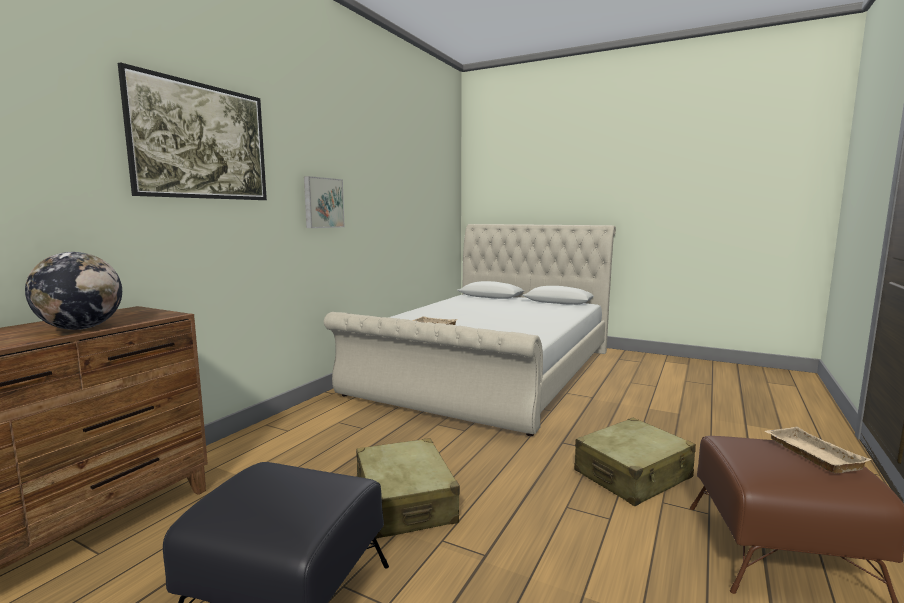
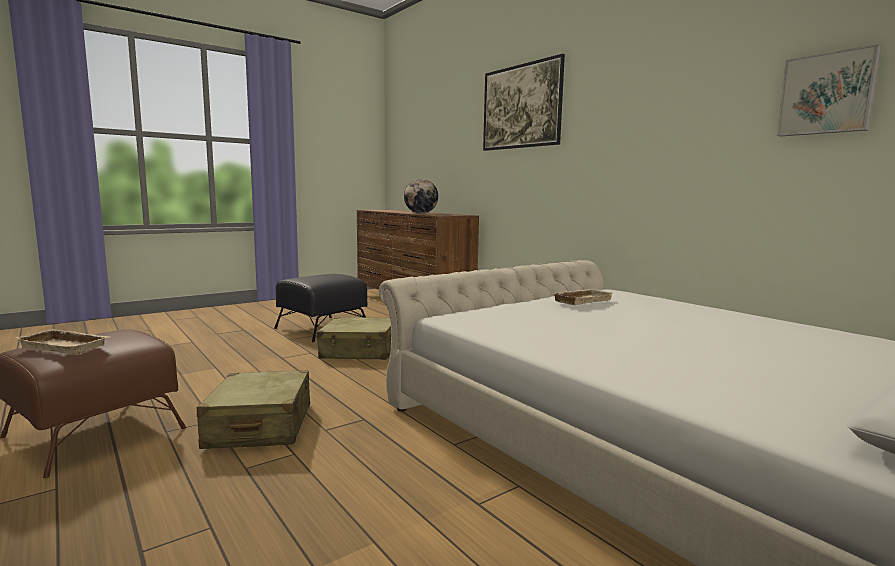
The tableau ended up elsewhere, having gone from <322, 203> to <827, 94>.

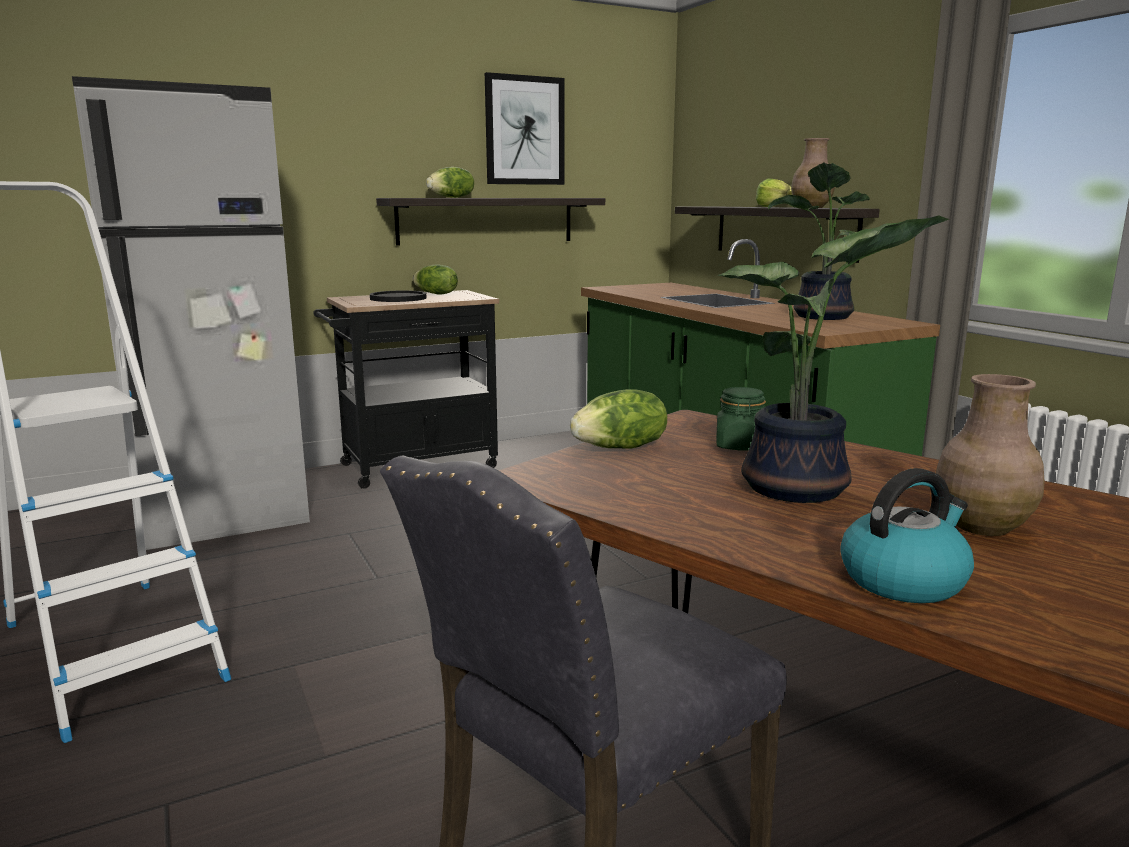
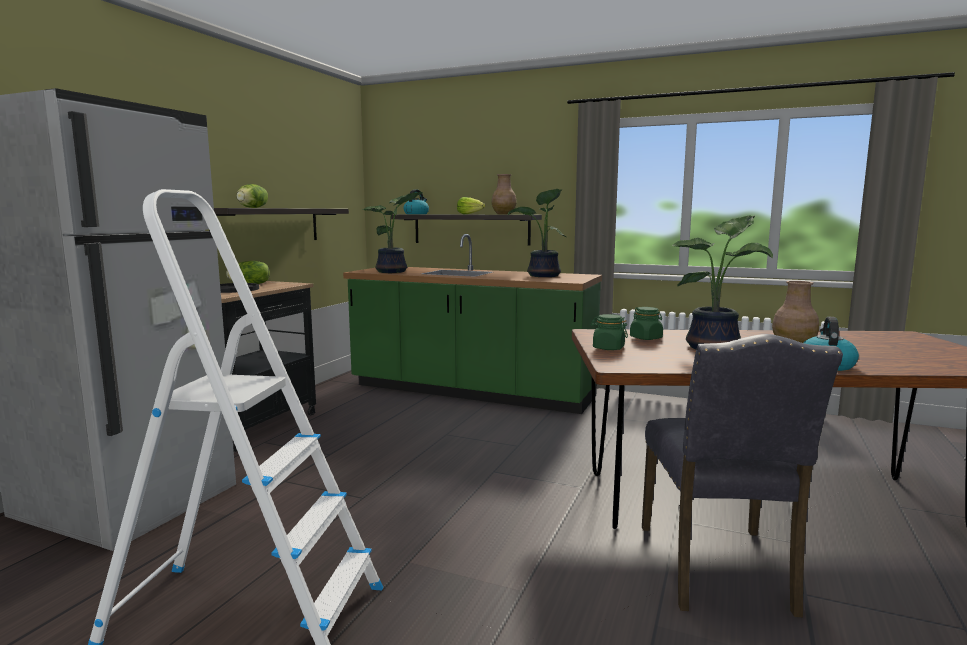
The second view gained the plante en pot at <393, 271>.
The second view gained the bouilloire at <416, 214>.
Where the laitue stood at <621, 448>, the bocal/vert came to stand at <608, 348>.
The second view lost the tableau at <524, 131>.

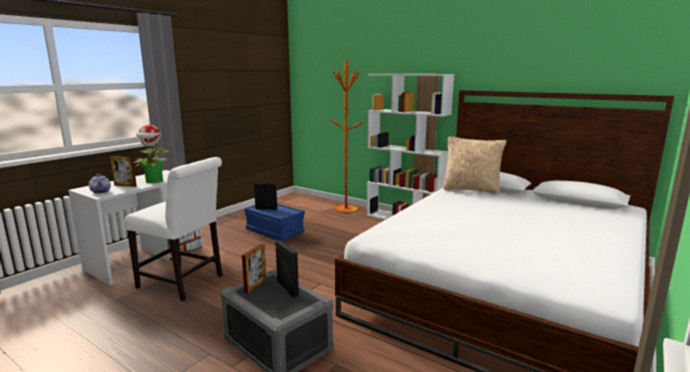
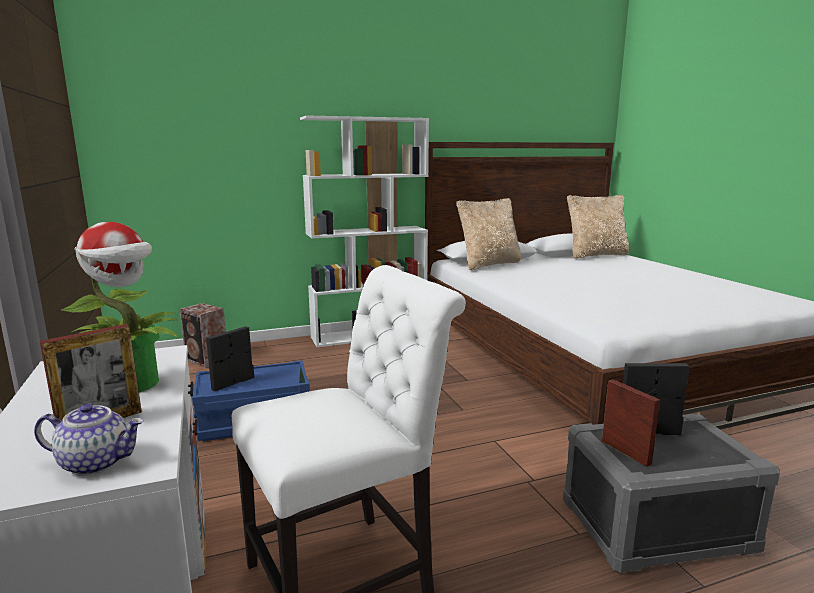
The second view gained the enceinte at <207, 360>.
The second view gained the coussin/beige at <596, 256>.
The second view lost the portant/orange at <346, 209>.

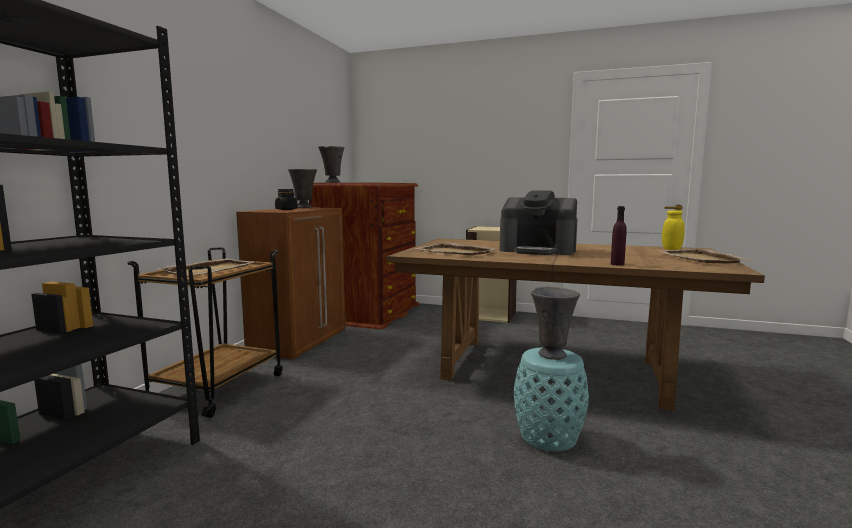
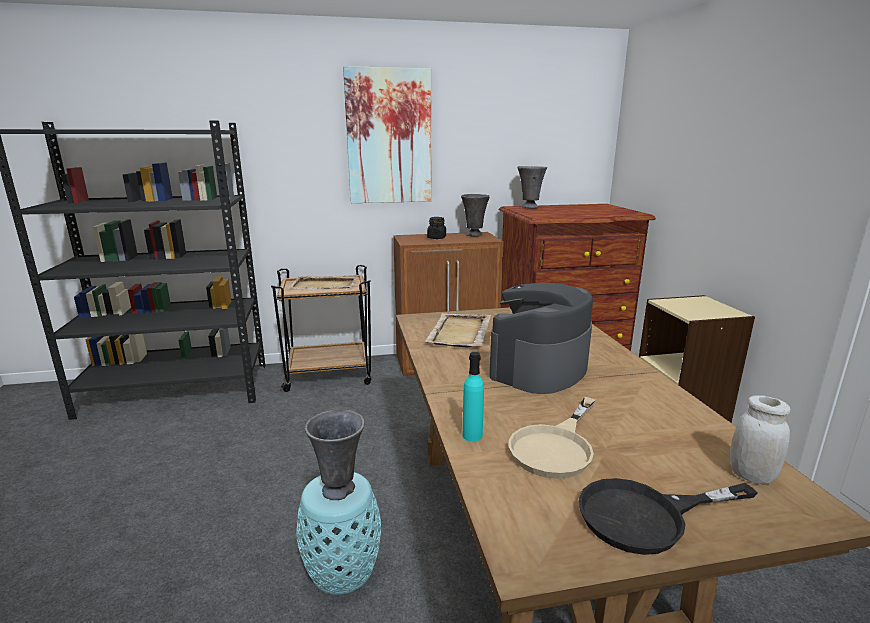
The second view gained the tableau at <389, 137>.
What was the bouteille/violet at <617, 264> turned into the bouteille/turquoise at <472, 435>.
The machine à café at <538, 250> ended up facing another way, 45 degrees clockwise from before.
The second view gained the poêle/beige at <556, 446>.
Where the plateau/beige stood at <701, 259>, the poêle/noir came to stand at <647, 516>.
What was the bocal/jaune at <671, 249> turned into the bocal/blanc at <751, 475>.

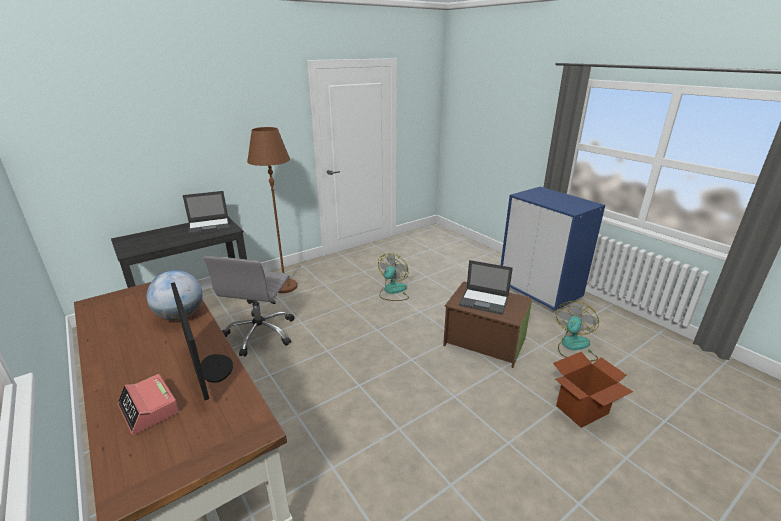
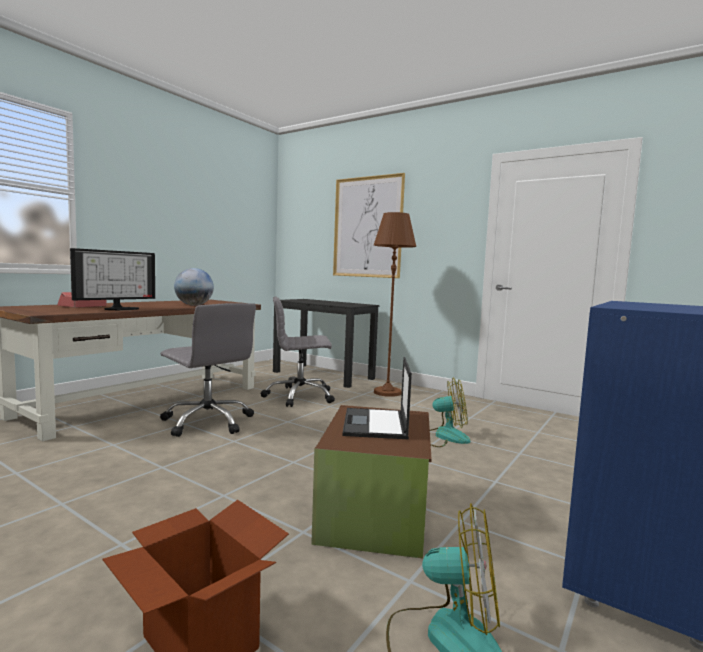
The second view gained the chaise de bureau/gris at <208, 422>.
The second view gained the tableau at <367, 227>.
The second view lost the ordinateur portable at <210, 226>.

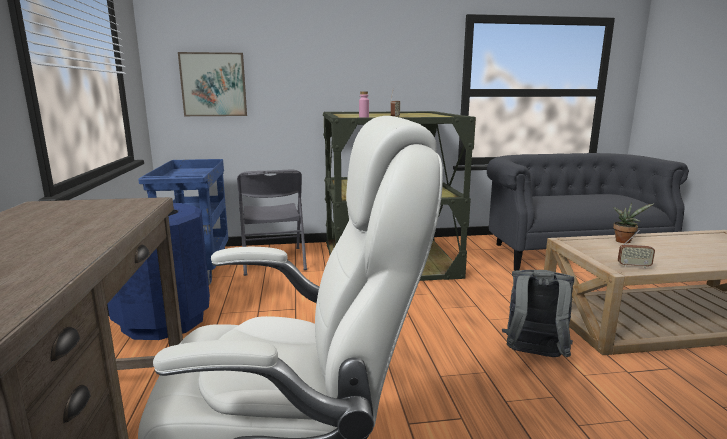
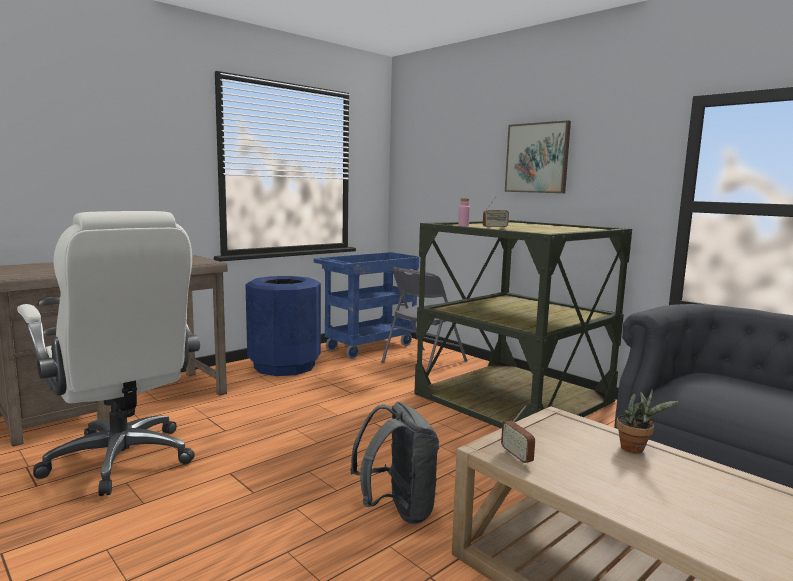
The tableau ended up elsewhere, having gone from <213, 84> to <537, 158>.

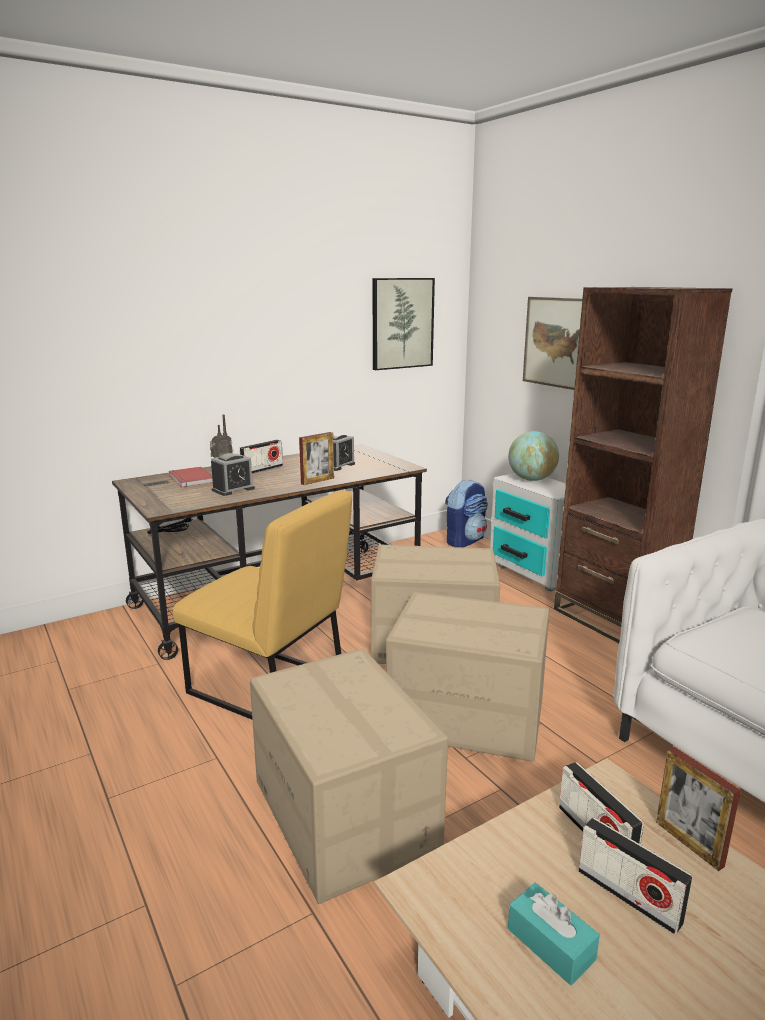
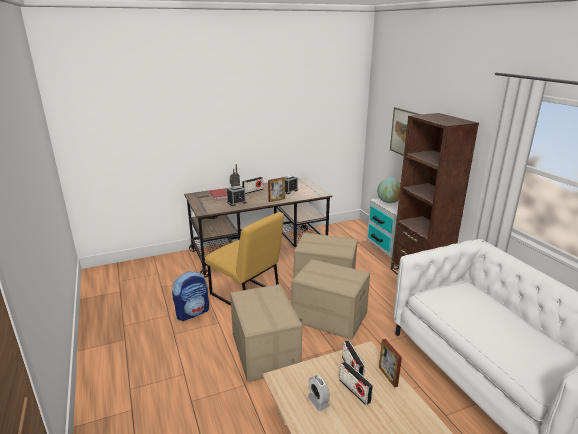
The sac à dos ended up elsewhere, having gone from <465, 540> to <193, 312>.
Where the boîte à mouchoirs/turquoise stood at <550, 944>, the réveil came to stand at <318, 401>.
The second view lost the tableau at <402, 323>.

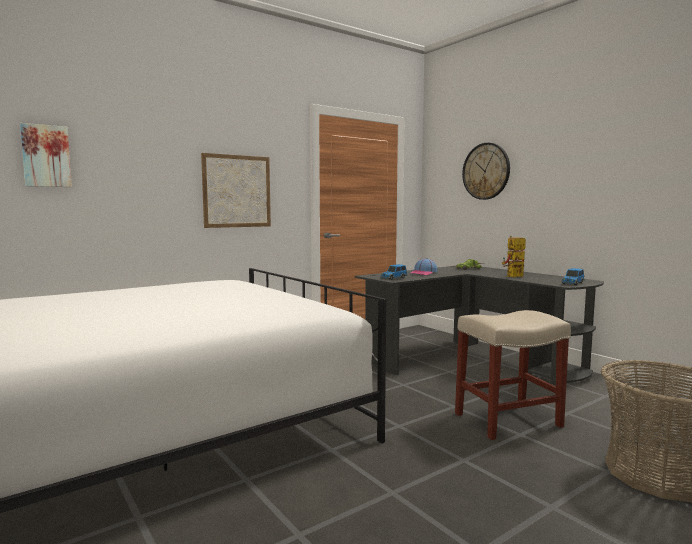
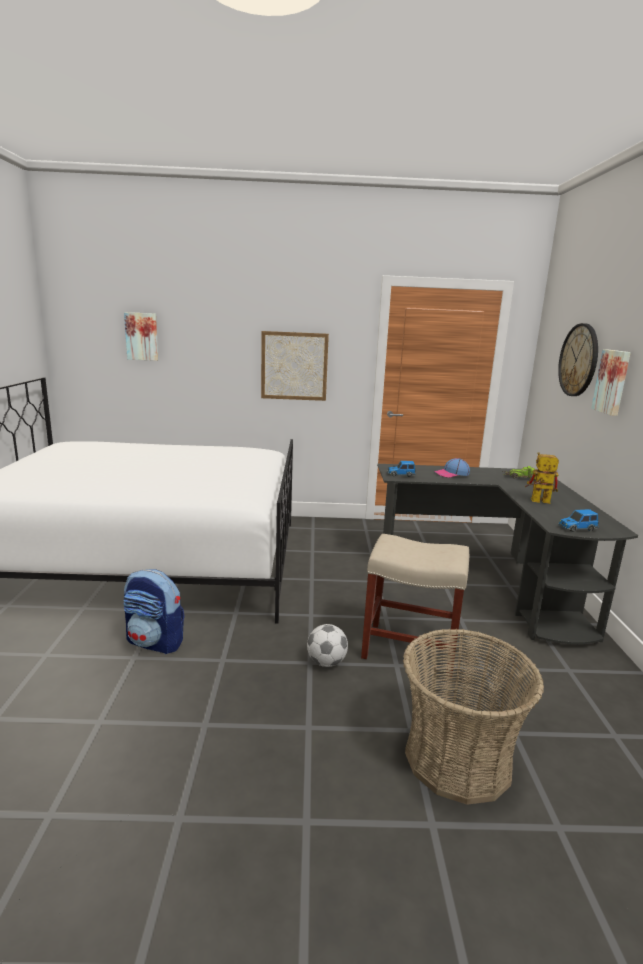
The second view gained the sac à dos at <155, 642>.
The second view gained the ballon de foot at <326, 662>.
The second view gained the tableau at <612, 382>.

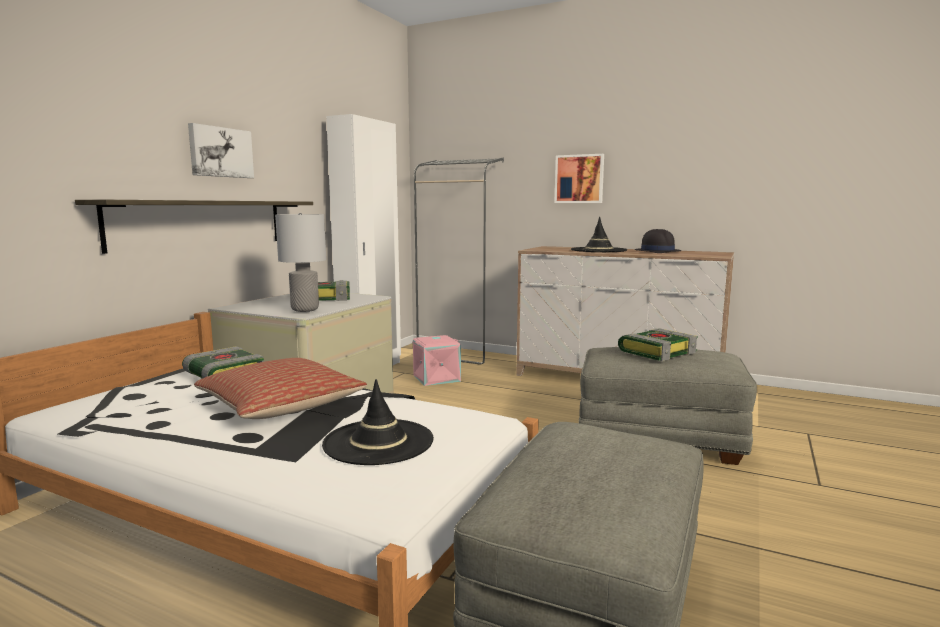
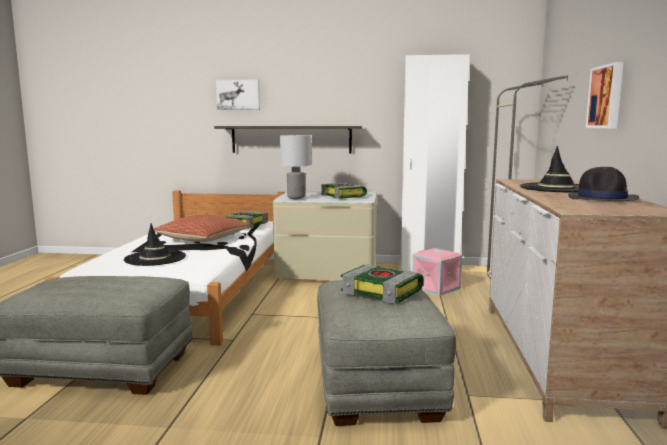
The tableau ended up elsewhere, having gone from <220, 152> to <238, 95>.

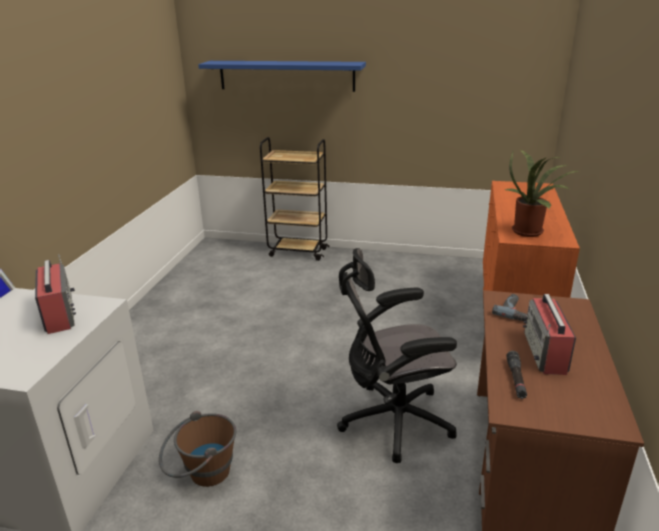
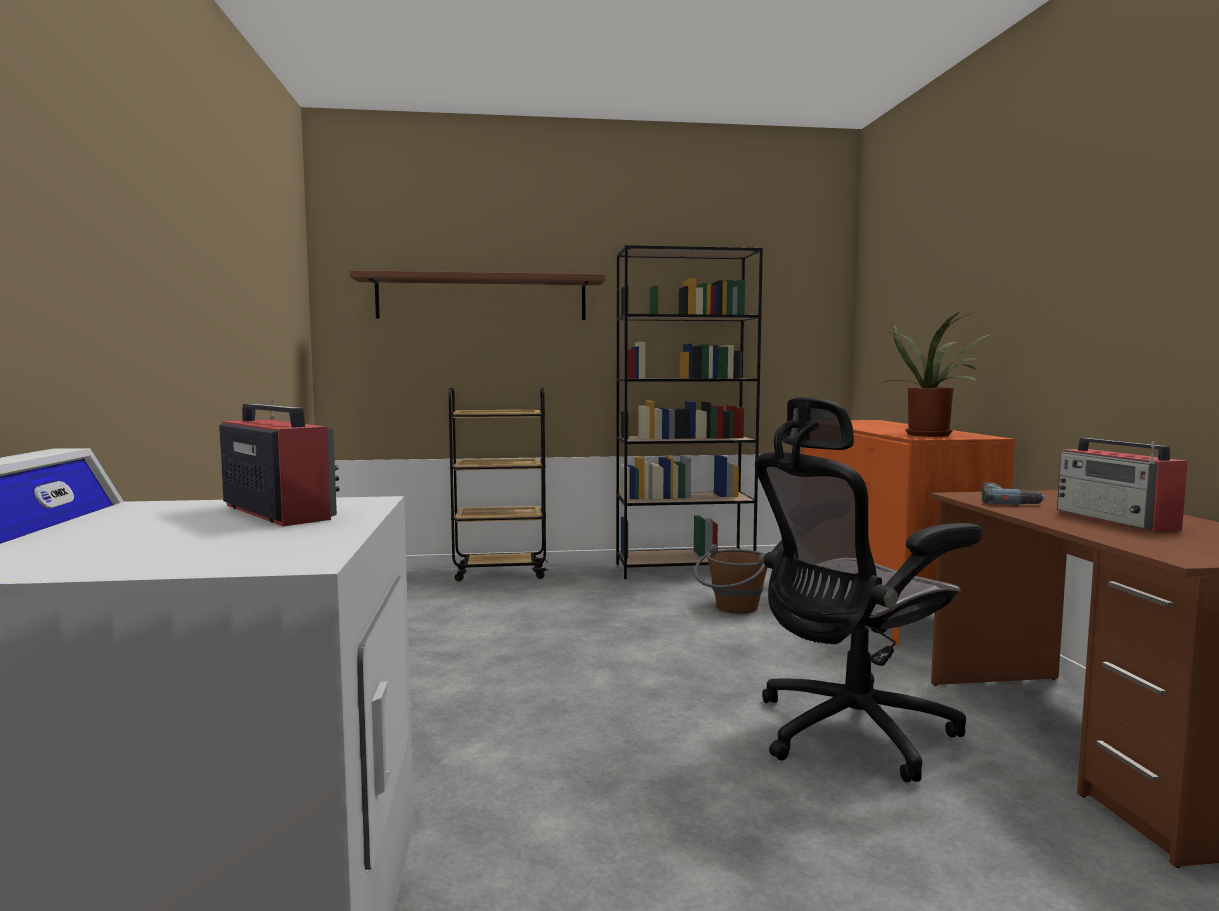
What was the étagère/bleu at <286, 75> turned into the étagère/marron at <482, 298>.
The second view gained the bibliothèque/beige at <684, 569>.
The seau/marron ended up elsewhere, having gone from <202, 475> to <732, 609>.
The second view lost the lampe de poche/noir at <516, 379>.

